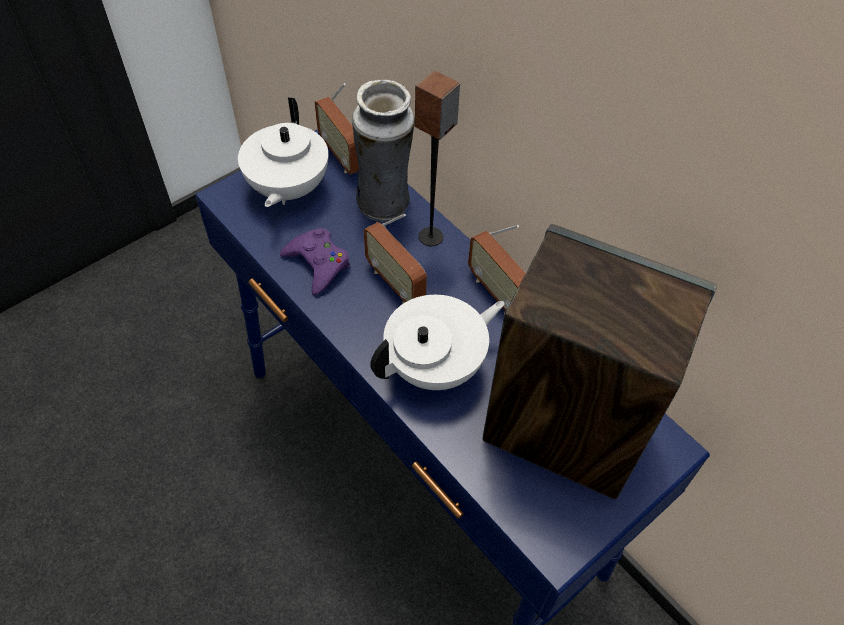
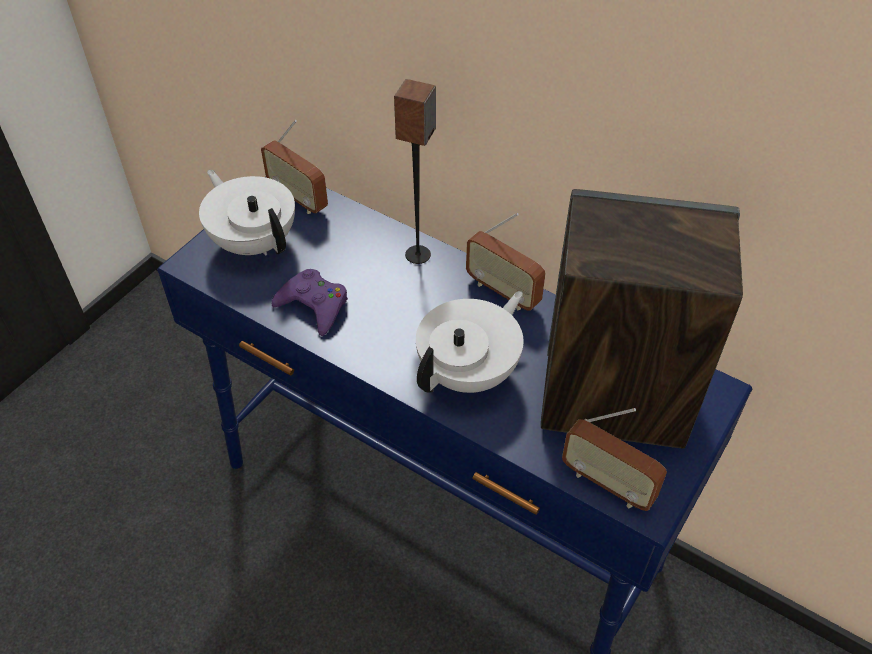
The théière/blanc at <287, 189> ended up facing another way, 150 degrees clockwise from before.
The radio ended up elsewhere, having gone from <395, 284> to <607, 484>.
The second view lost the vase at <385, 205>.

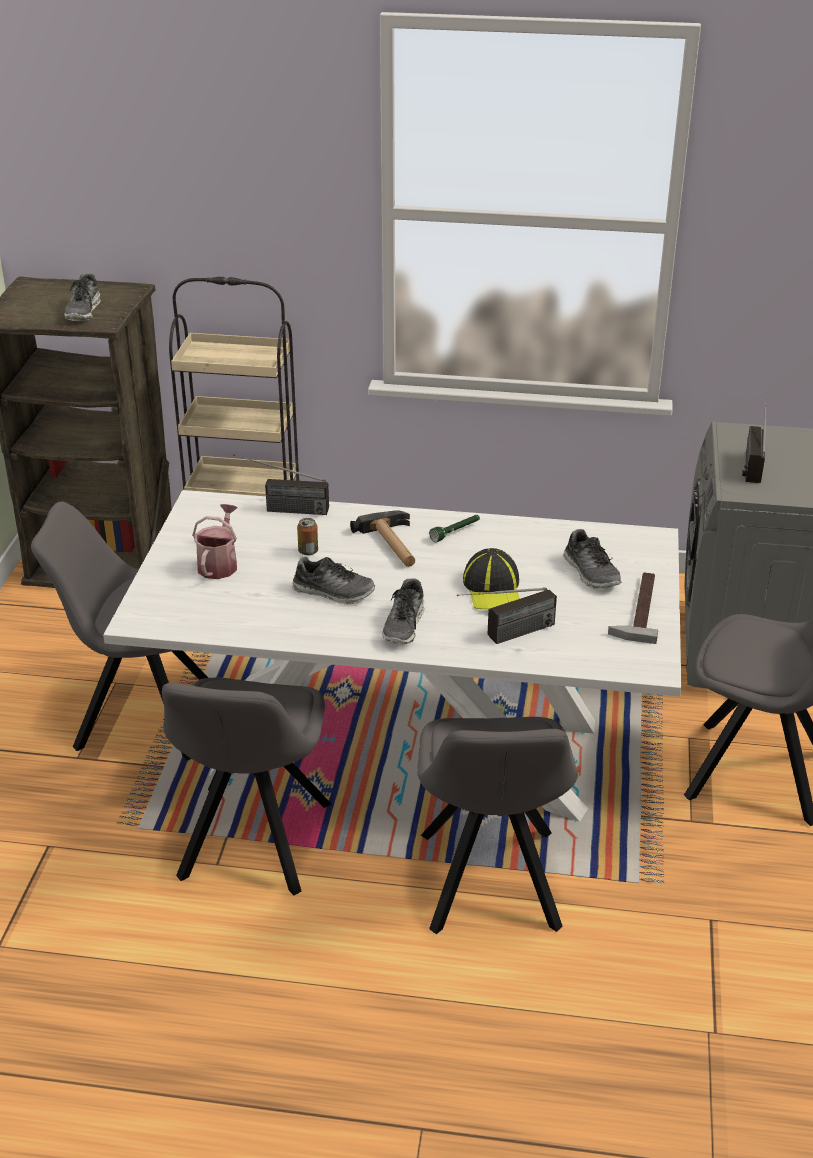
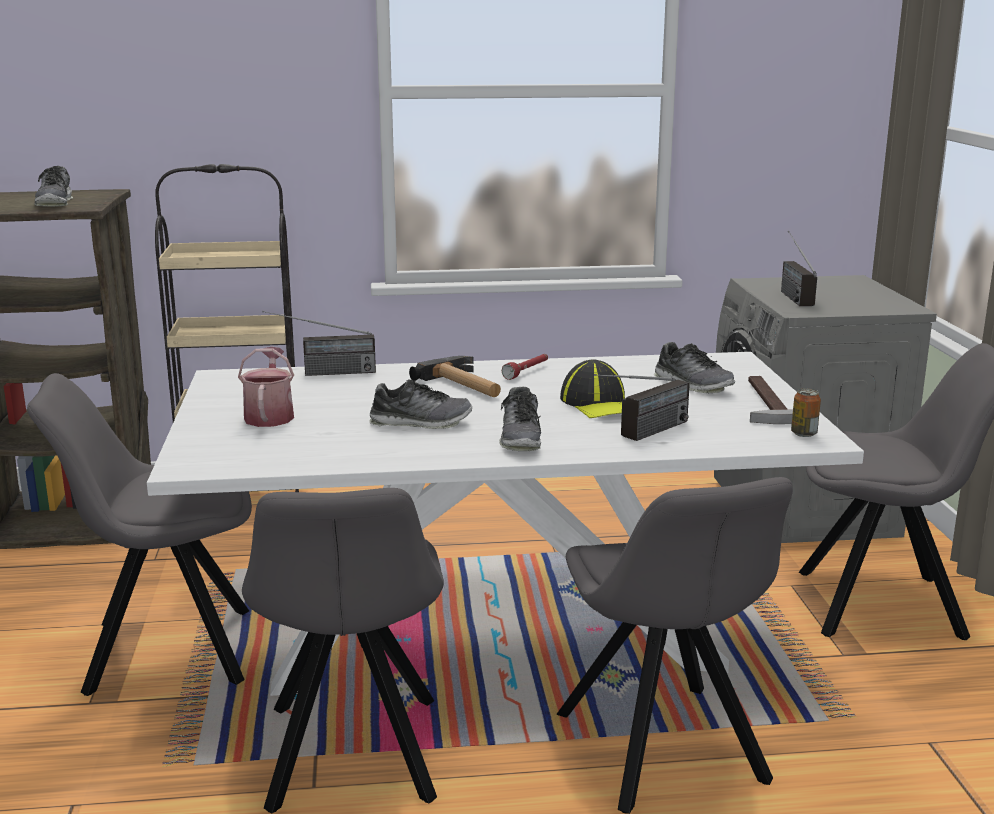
What was the lampe de poche/vert at <455, 532> turned into the lampe de poche/rouge at <527, 372>.
The boîte métallique ended up elsewhere, having gone from <308, 551> to <804, 433>.

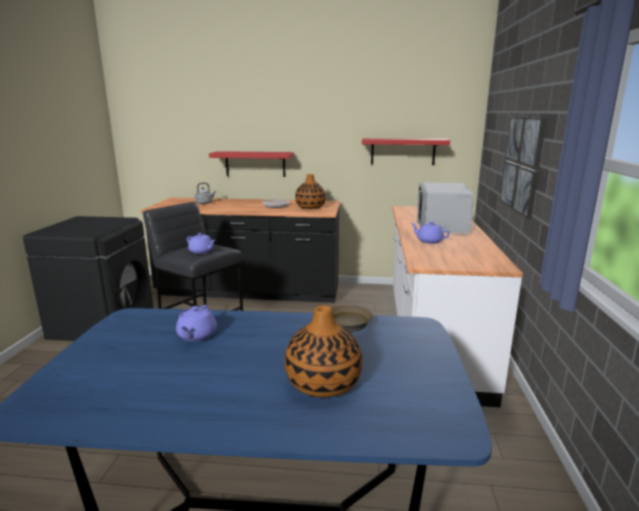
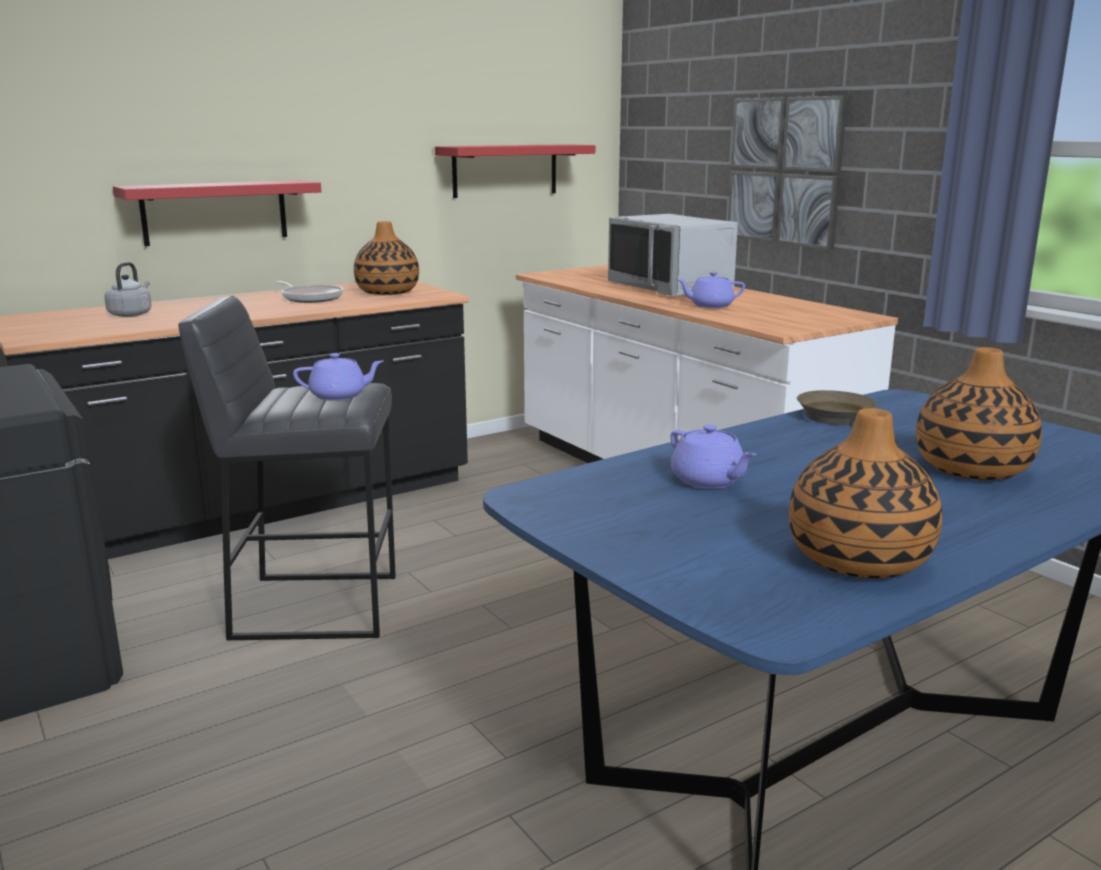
The second view gained the vase at <859, 560>.

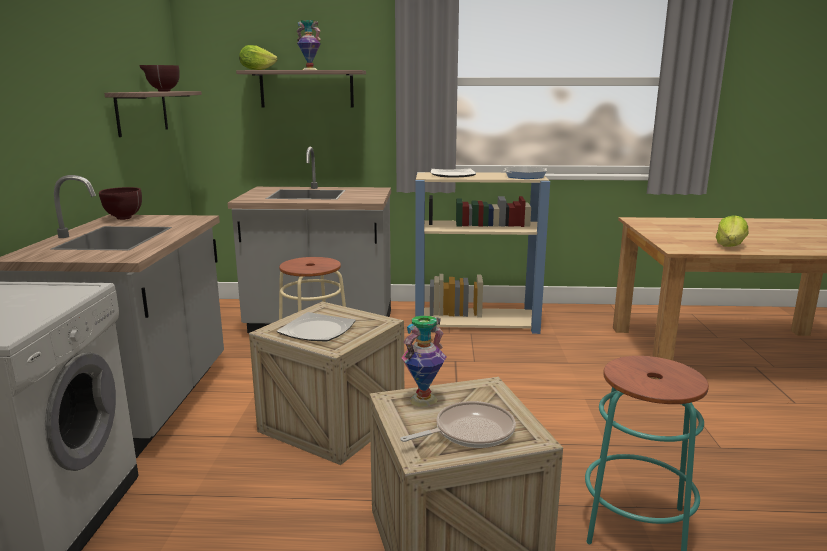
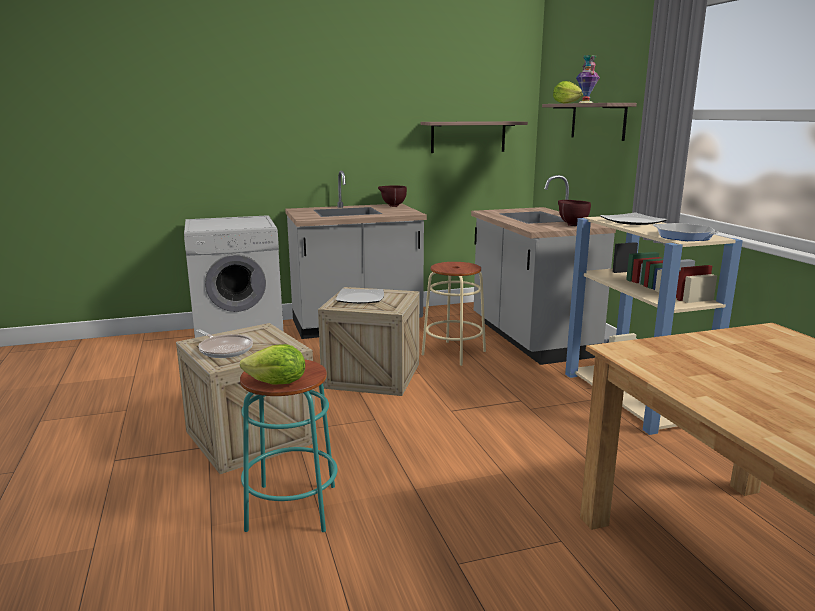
The laitue ended up elsewhere, having gone from <730, 246> to <277, 384>.
The bol/marron ended up elsewhere, having gone from <162, 91> to <572, 225>.
The second view lost the vase at <423, 400>.

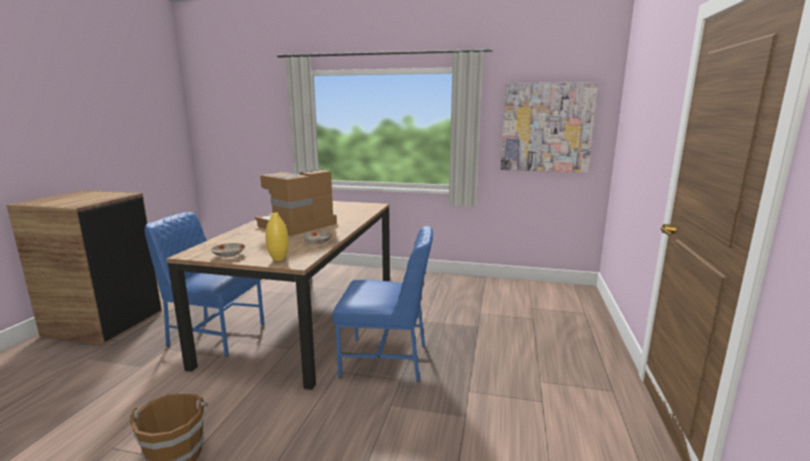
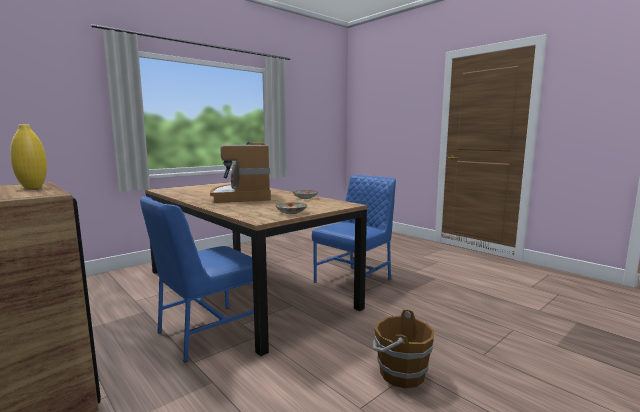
The vase/jaune ended up elsewhere, having gone from <278, 259> to <33, 187>.
The second view lost the tableau at <546, 127>.

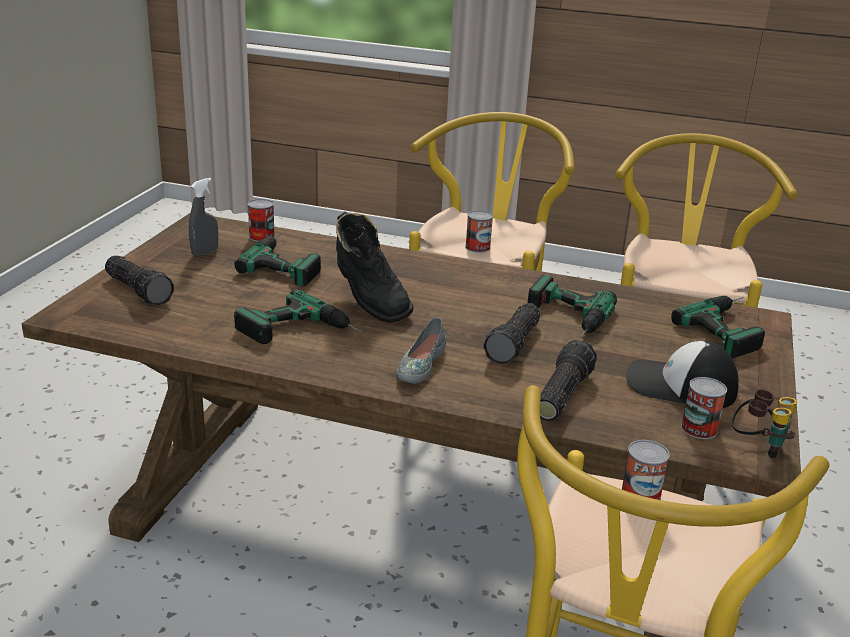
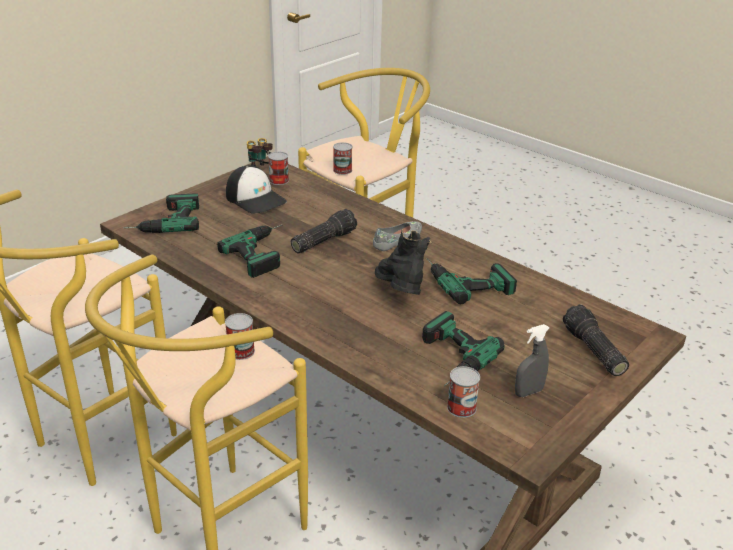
The second view lost the lampe de poche at <560, 394>.

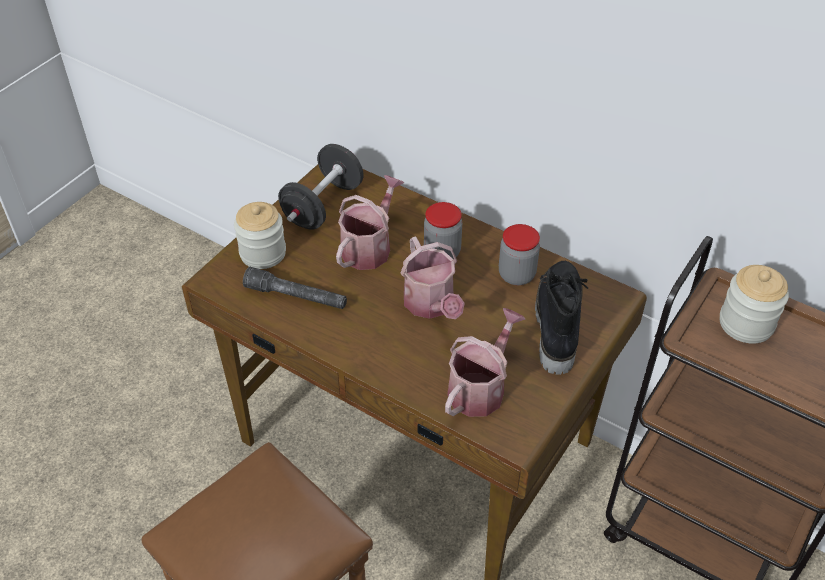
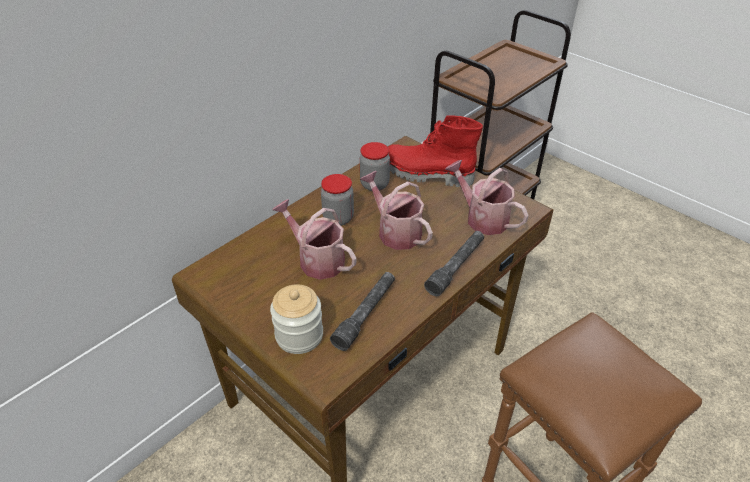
The arrosoir at <431, 305> ended up facing another way, 120 degrees counterclockwise from before.
What was the botte/noir at <556, 323> turned into the botte/rouge at <426, 175>.
The second view gained the lampe de poche/gris at <456, 267>.
The second view lost the haltère/noir at <323, 205>.
The second view lost the bocal at <746, 323>.

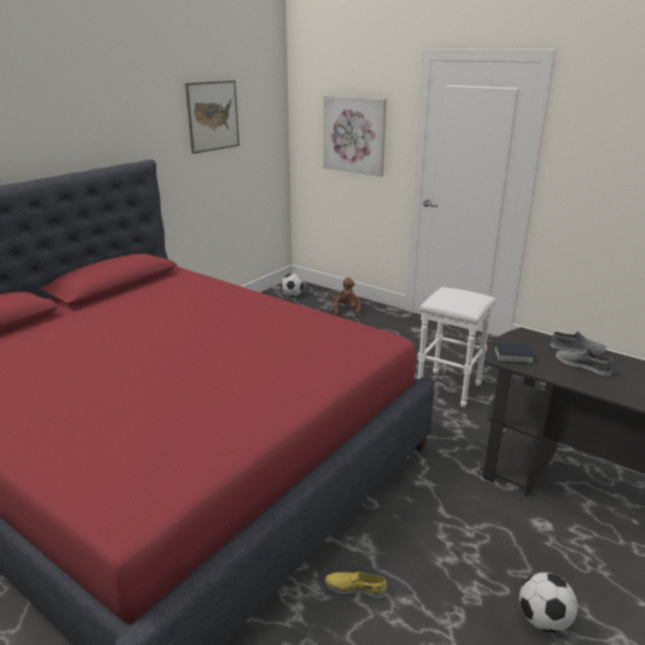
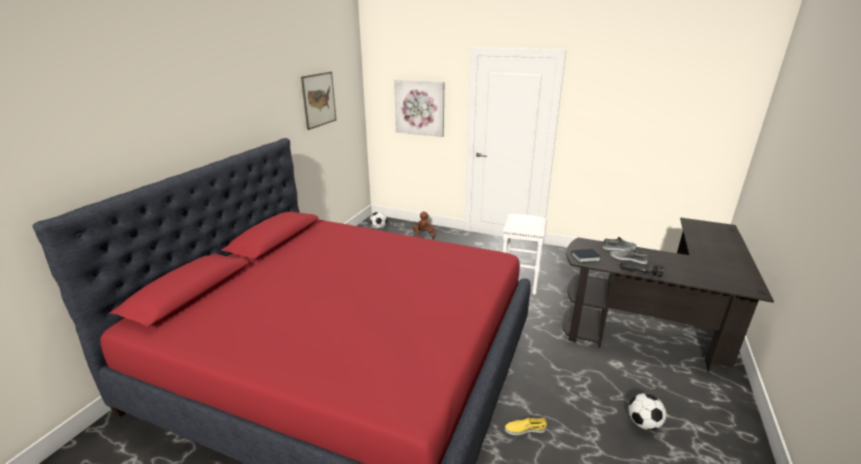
The second view gained the lampe de poche/noir at <640, 273>.

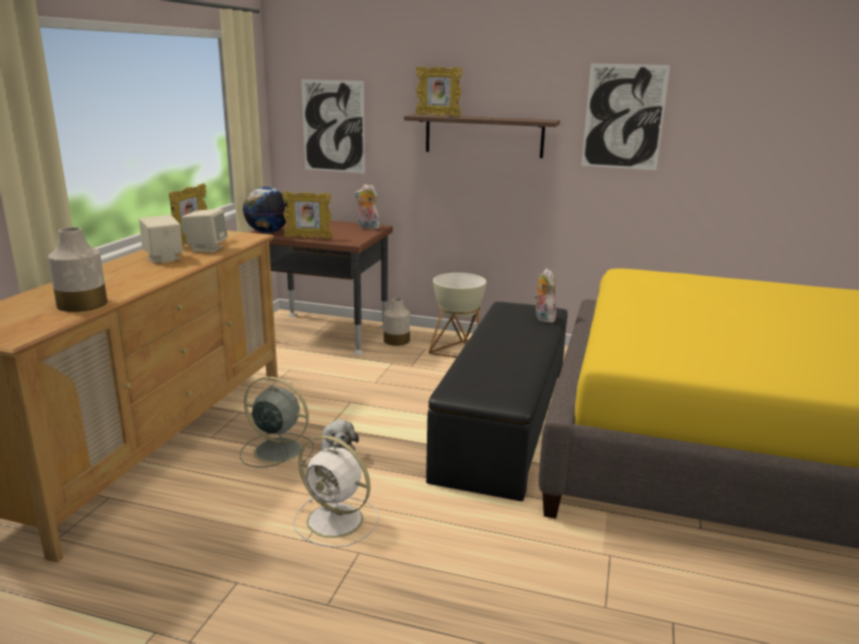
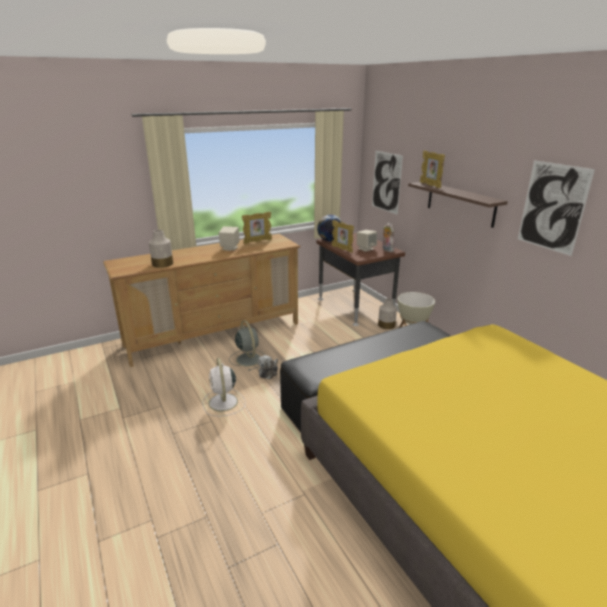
The enceinte/beige ended up elsewhere, having gone from <207, 248> to <366, 249>.
The second view lost the peluche at <542, 318>.

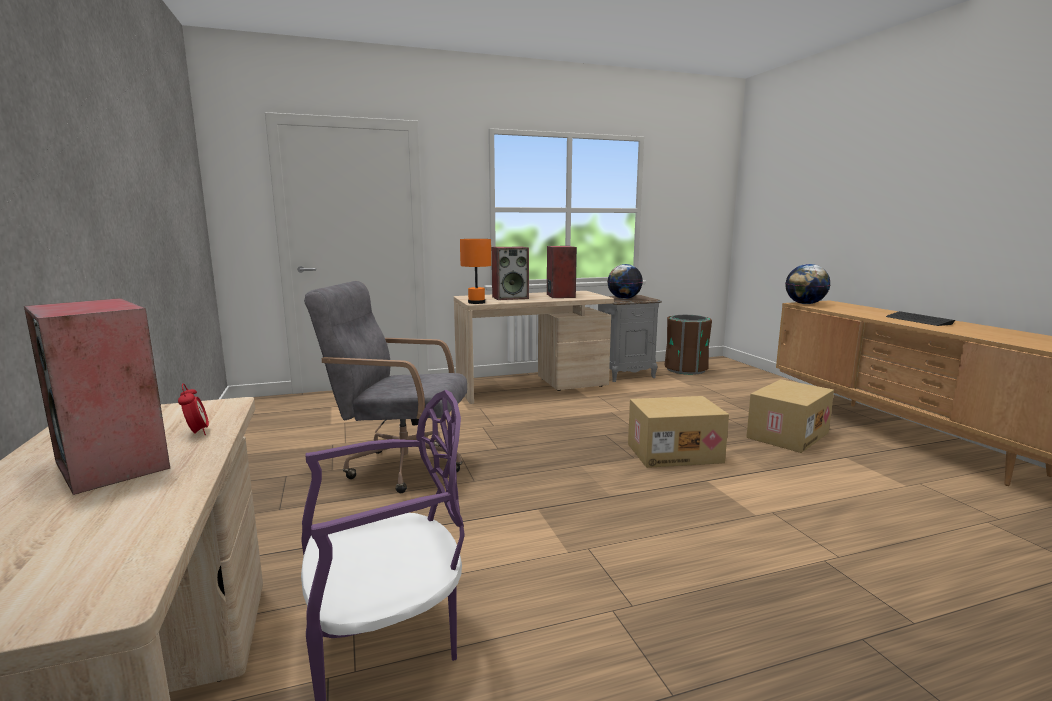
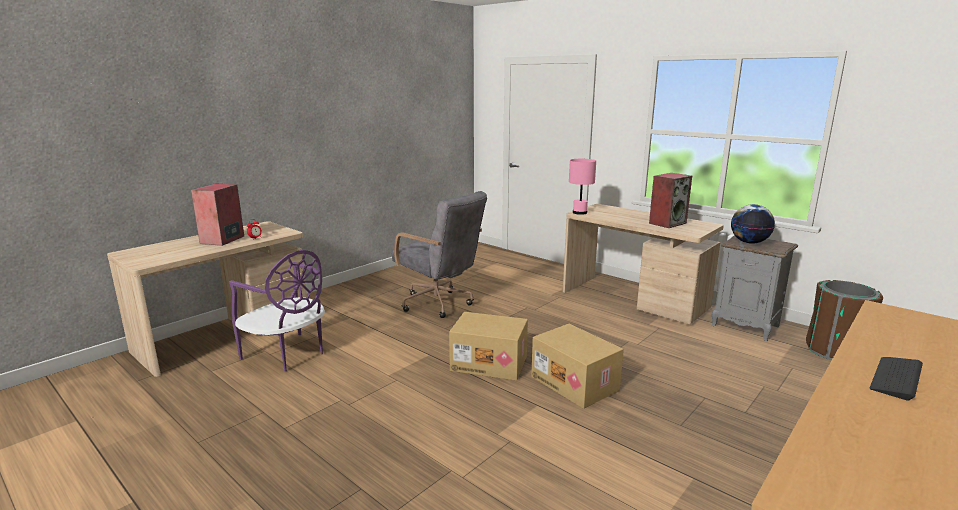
The chaise de bureau/gris at <398, 467> ended up facing another way, 150 degrees clockwise from before.
The carton ended up elsewhere, having gone from <786, 435> to <490, 363>.
What was the lampe de table/orange at <476, 302> turned into the lampe de table/rose at <579, 213>.
The second view lost the enceinte at <510, 297>.
The second view lost the globe at <805, 304>.

